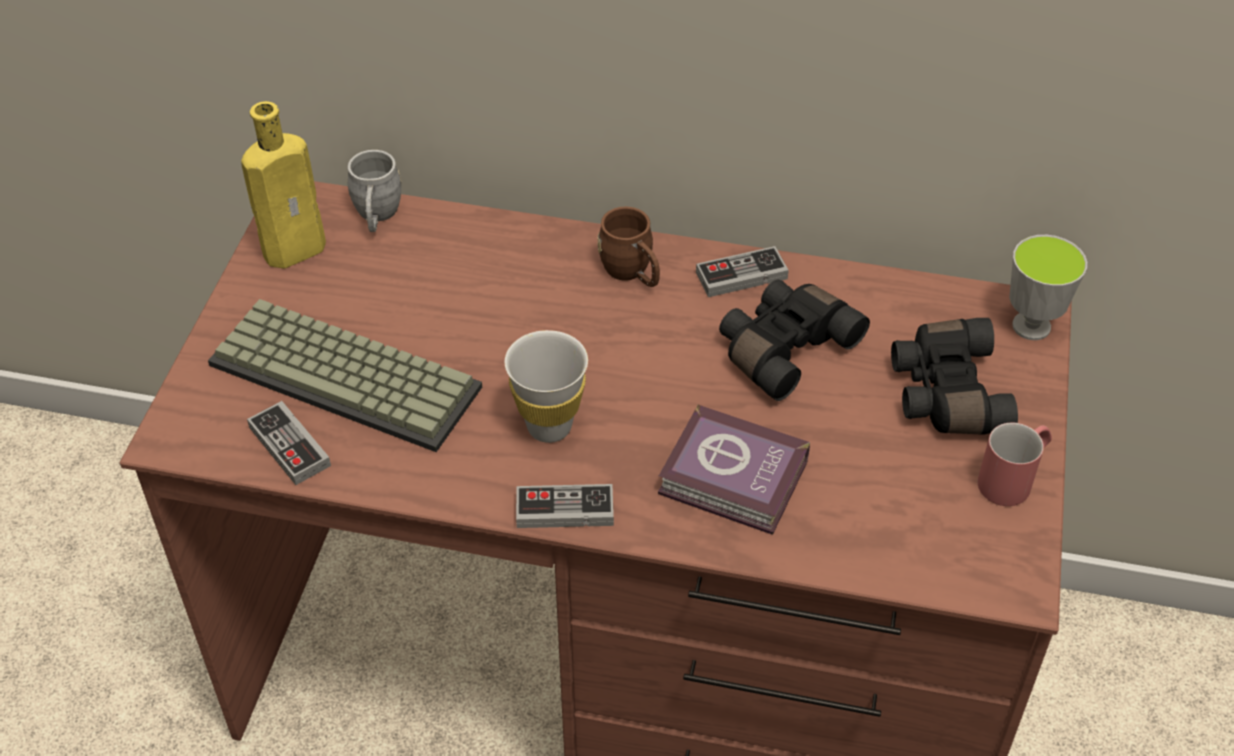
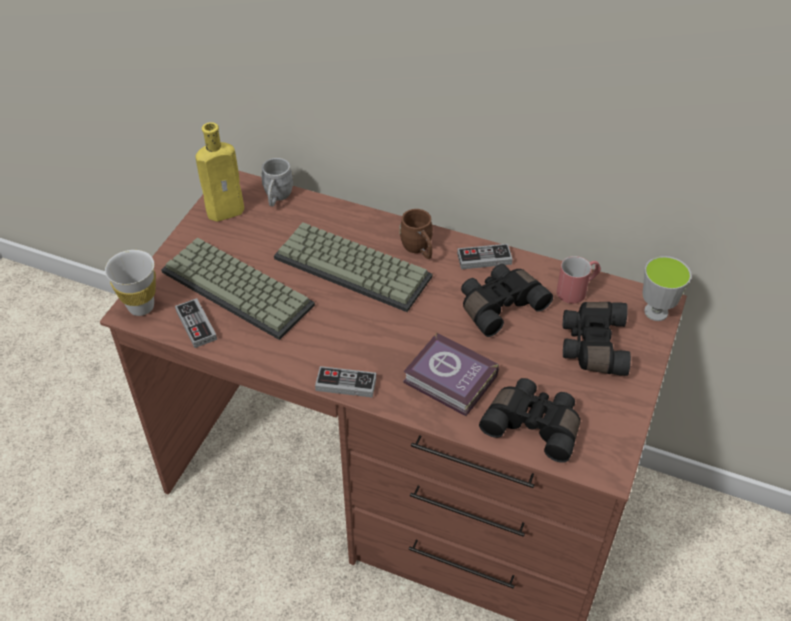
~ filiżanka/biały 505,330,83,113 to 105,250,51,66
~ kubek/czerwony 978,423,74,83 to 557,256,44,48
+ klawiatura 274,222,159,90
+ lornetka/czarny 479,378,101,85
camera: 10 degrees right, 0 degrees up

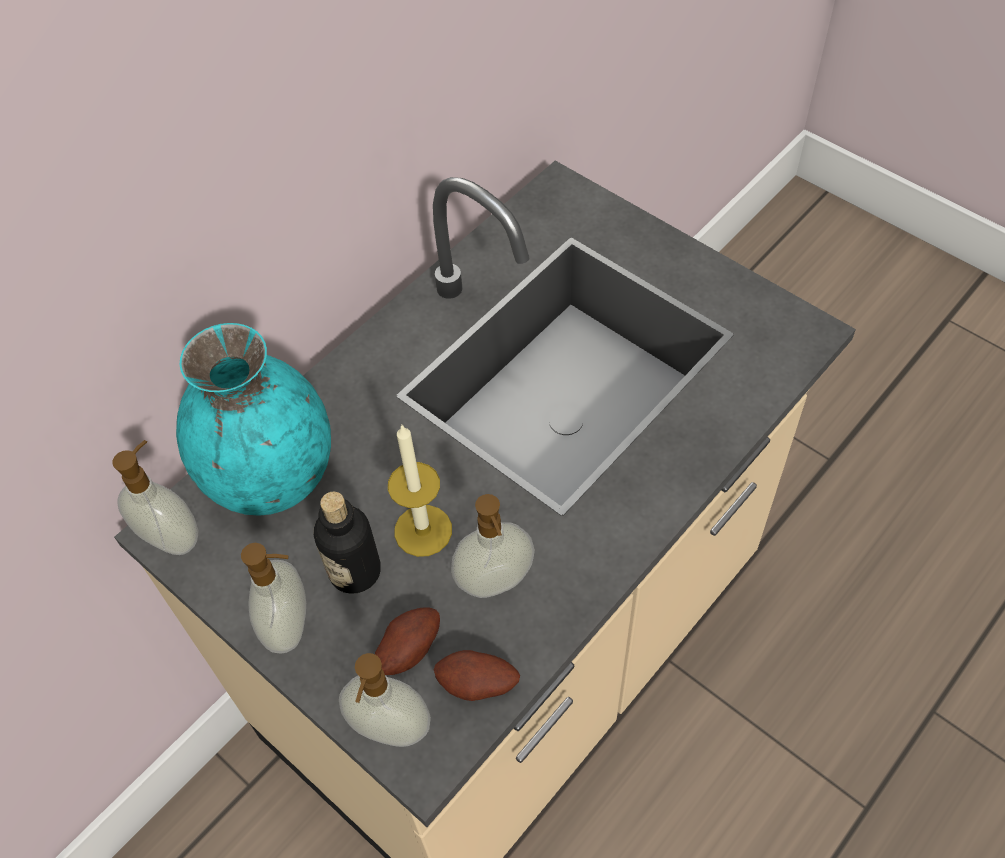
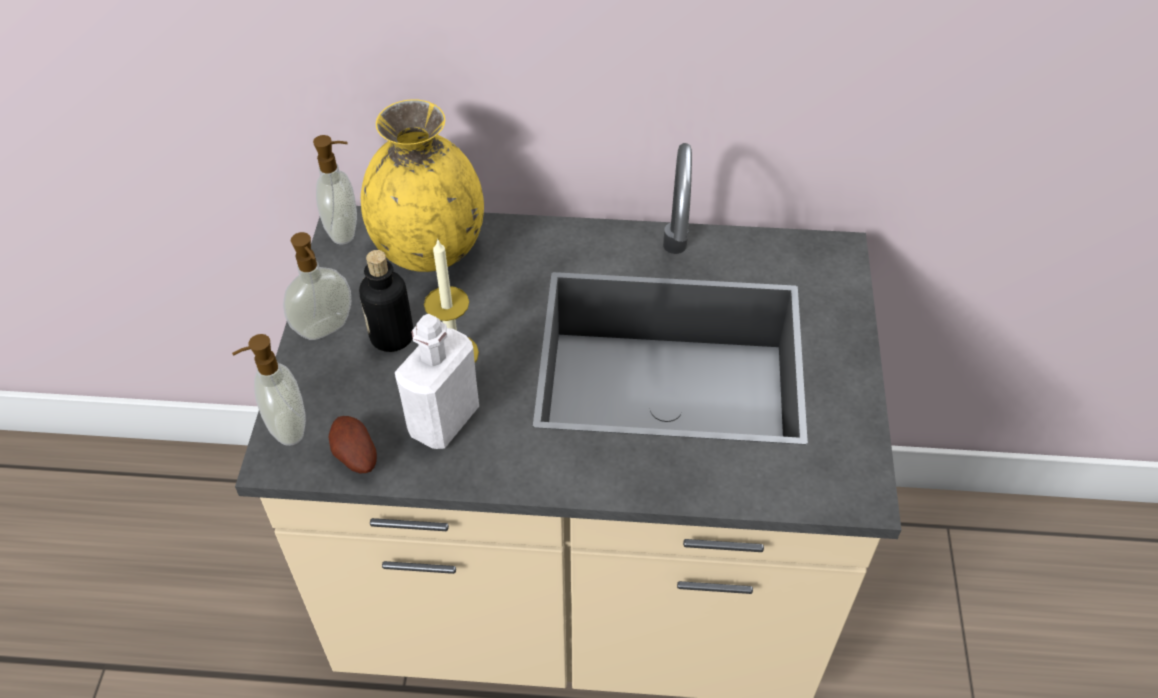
~ wazon/turkusowy 176,323,155,193 to wazon/żółty 361,99,123,173
~ dozownik mydła 451,494,84,104 to butelka/biały 395,314,84,135
- ziemniak 375,608,65,67
camera: 50 degrees right, 5 degrees down

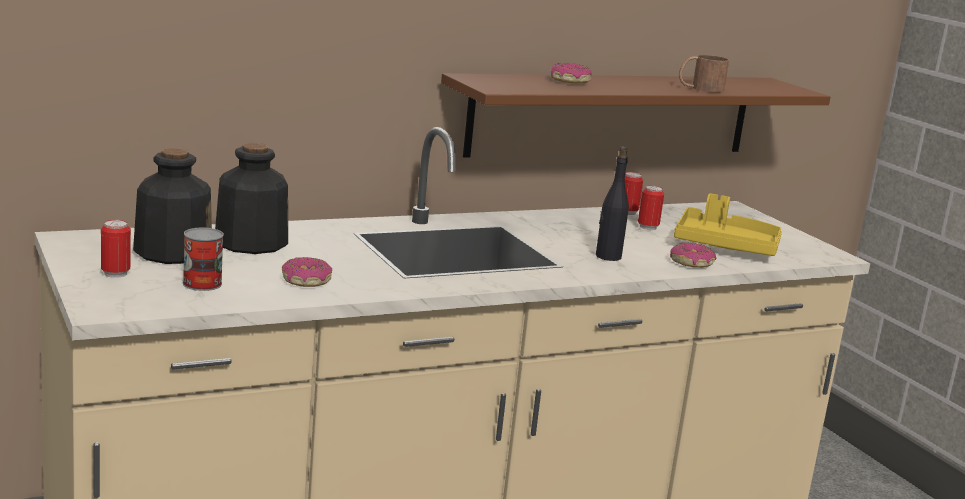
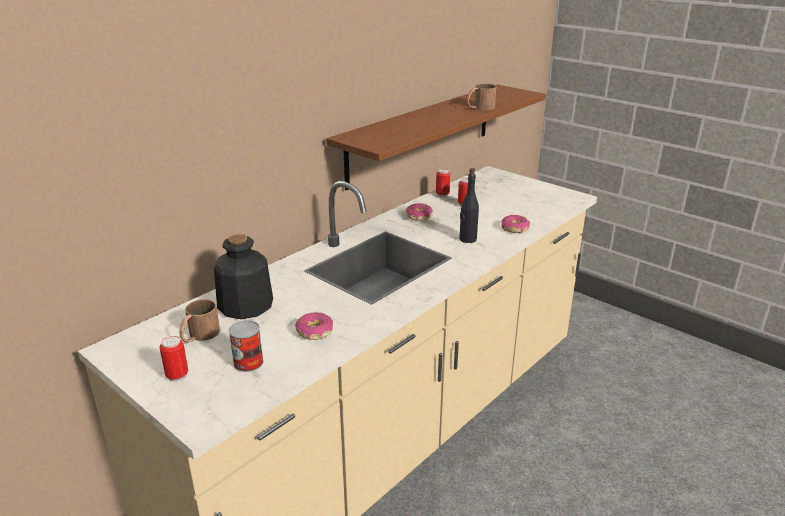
~ donut 551,63,41,21 to 406,203,27,18
~ butelka 133,148,79,116 to kubek/brązowy 180,299,40,44
- taca/żółty 674,193,108,63
camera: 20 degrees left, 10 degrees up

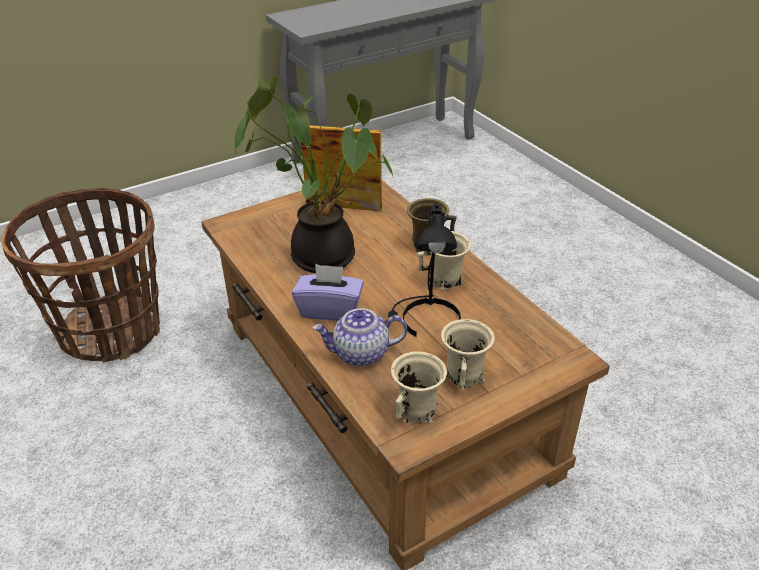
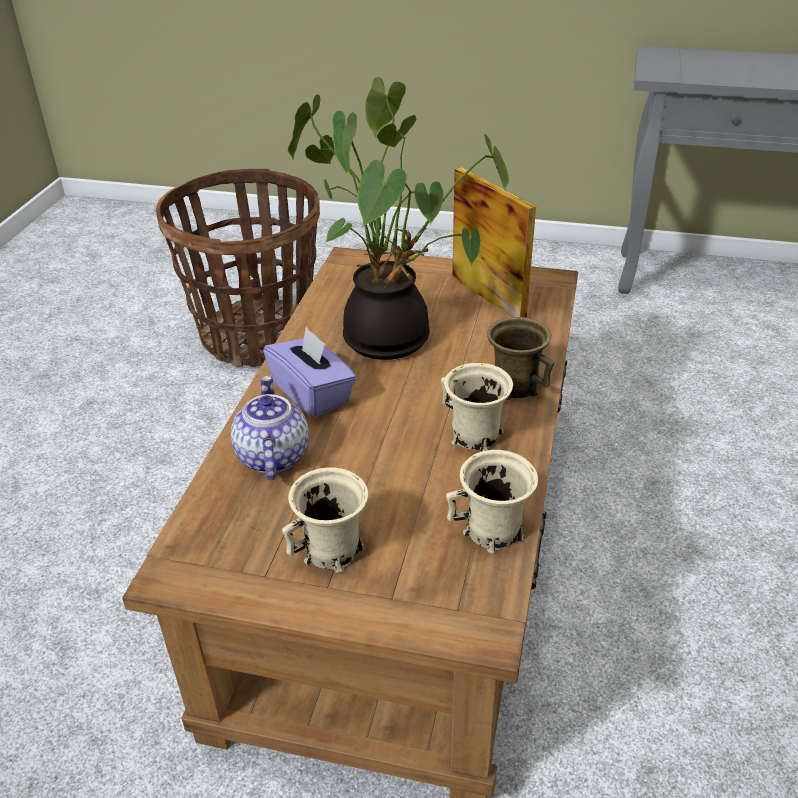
- lampa stołowa/czarny 388,204,73,133
~ imbryk 312,308,95,58 = 231,376,78,104 45 degrees clockwise
~ kubek/beżowy 391,351,56,72 to 446,450,92,103
camera: 45 degrees right, 0 degrees up

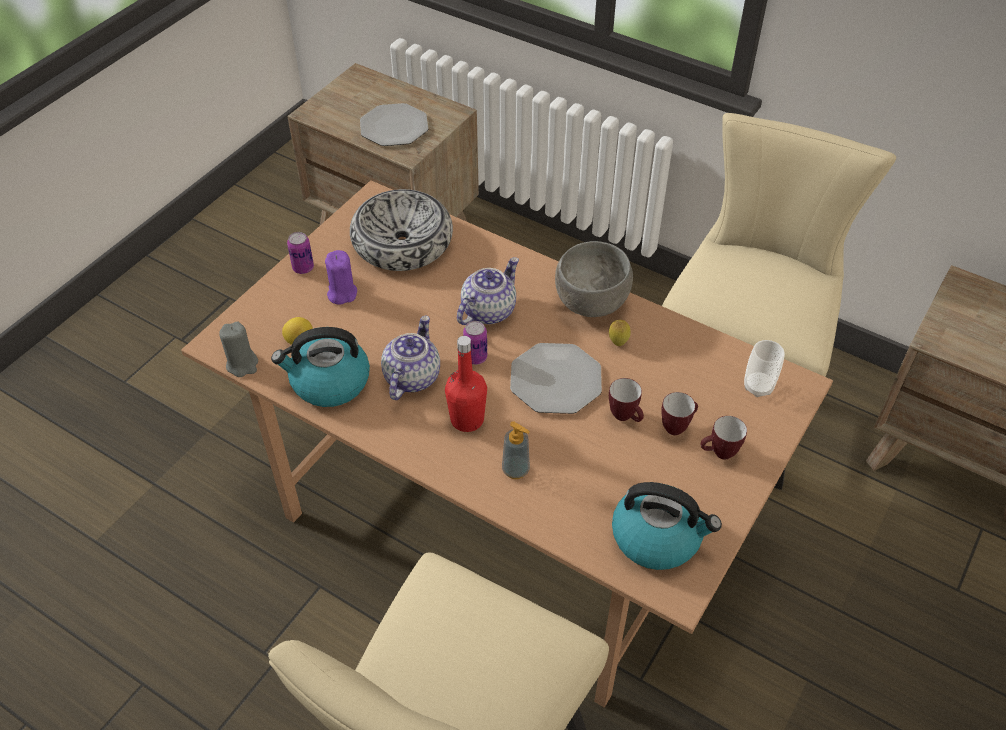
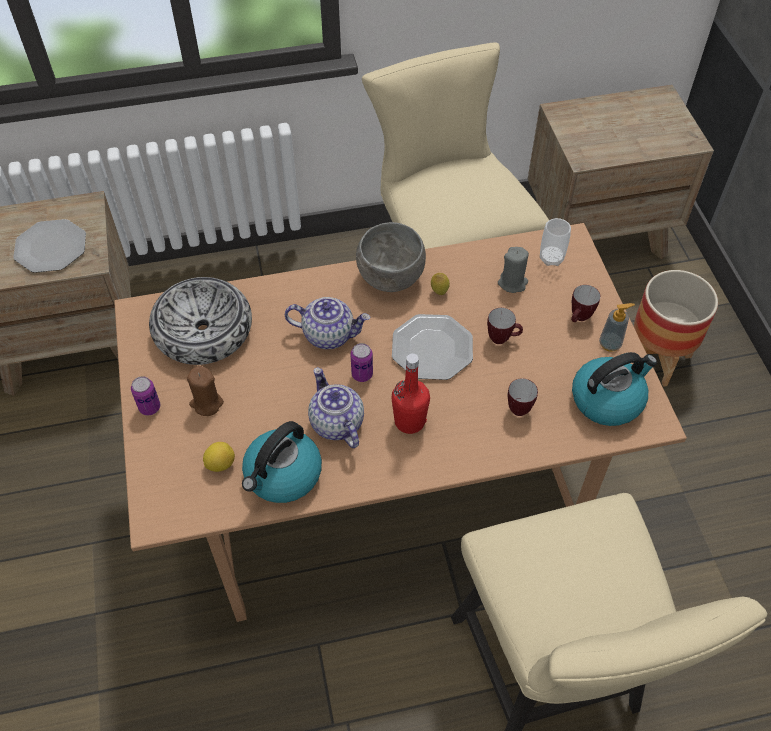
~ świeca/fioletowy 325,250,32,55 to świeca/brązowy 187,366,37,50
~ imbryk 457,257,62,68 = 285,297,85,52 105 degrees clockwise
~ świeca/szary 219,321,39,56 to 498,247,31,46
~ kubek 661,392,37,43 to 508,378,30,38
~ dozownik mydła 502,421,28,58 to 599,303,36,49
+ donica 634,270,84,116
camera: 45 degrees left, 5 degrees up

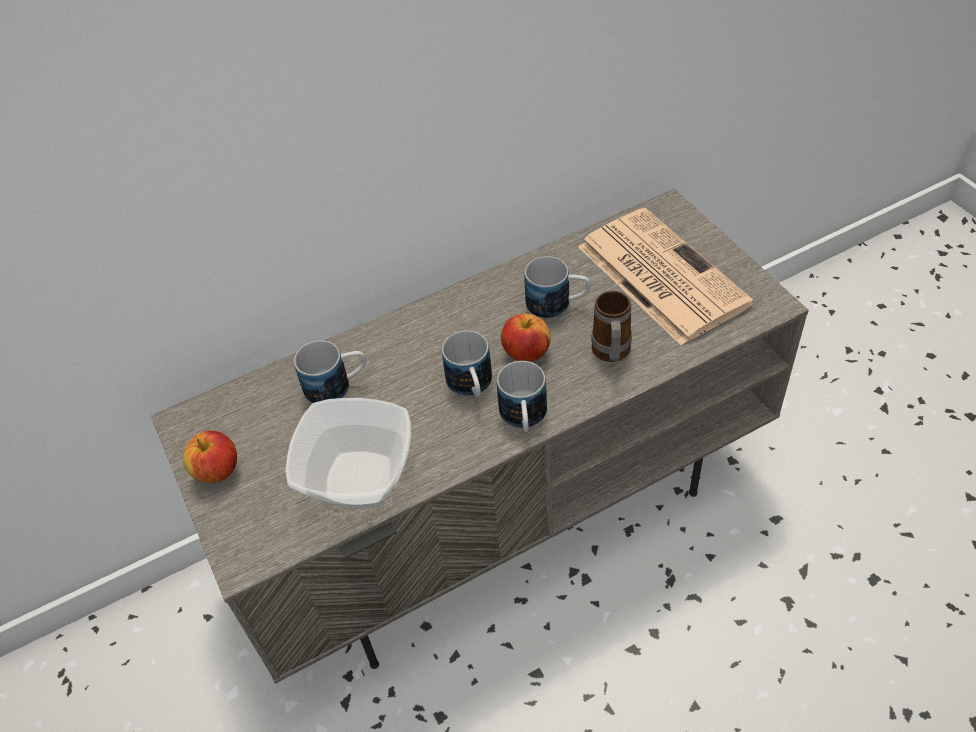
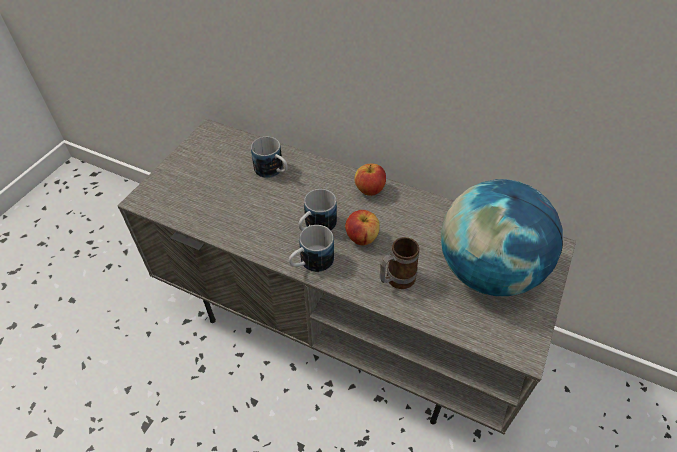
~ gazeta 578,208,176,137 to globus 441,179,122,117
- kubek 524,256,67,63
- miska 285,398,126,111
~ jabłko 183,430,54,53 to 354,163,32,33
camera: 50 degrees right, 0 degrees up

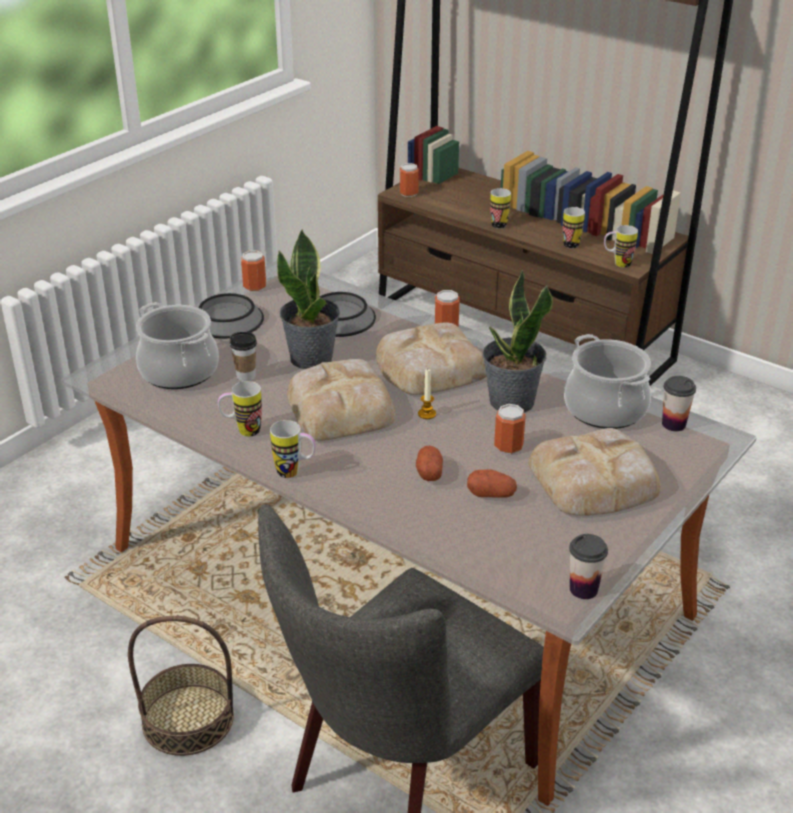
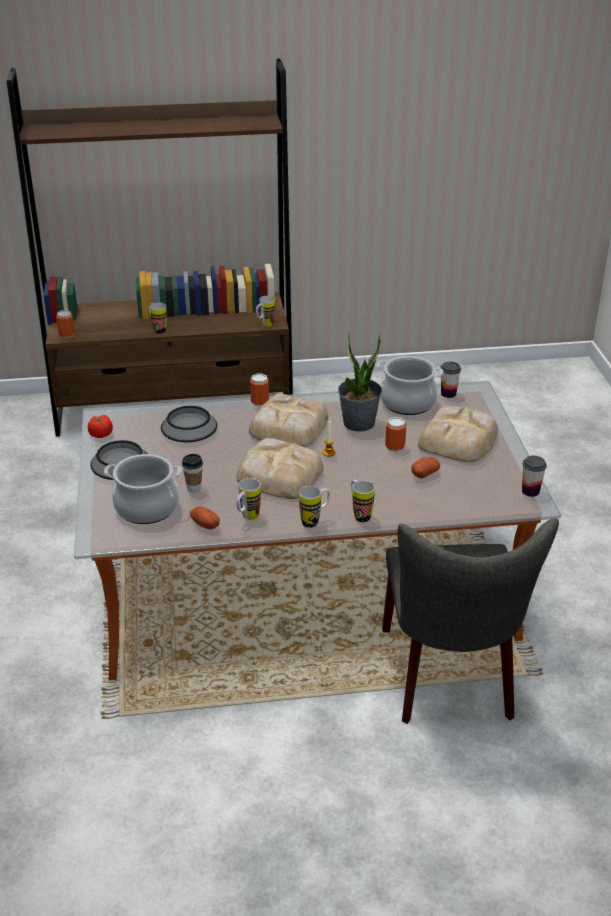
~ kubek 563,207,22,41 to 351,480,24,42
- roślina doniczkowa 277,229,63,140
~ puszka 241,250,25,42 to pomidor 88,415,25,23
~ ziemniak 416,446,27,35 to 190,506,30,23
- koszyk 128,616,106,140
camera: 45 degrees left, 0 degrees up

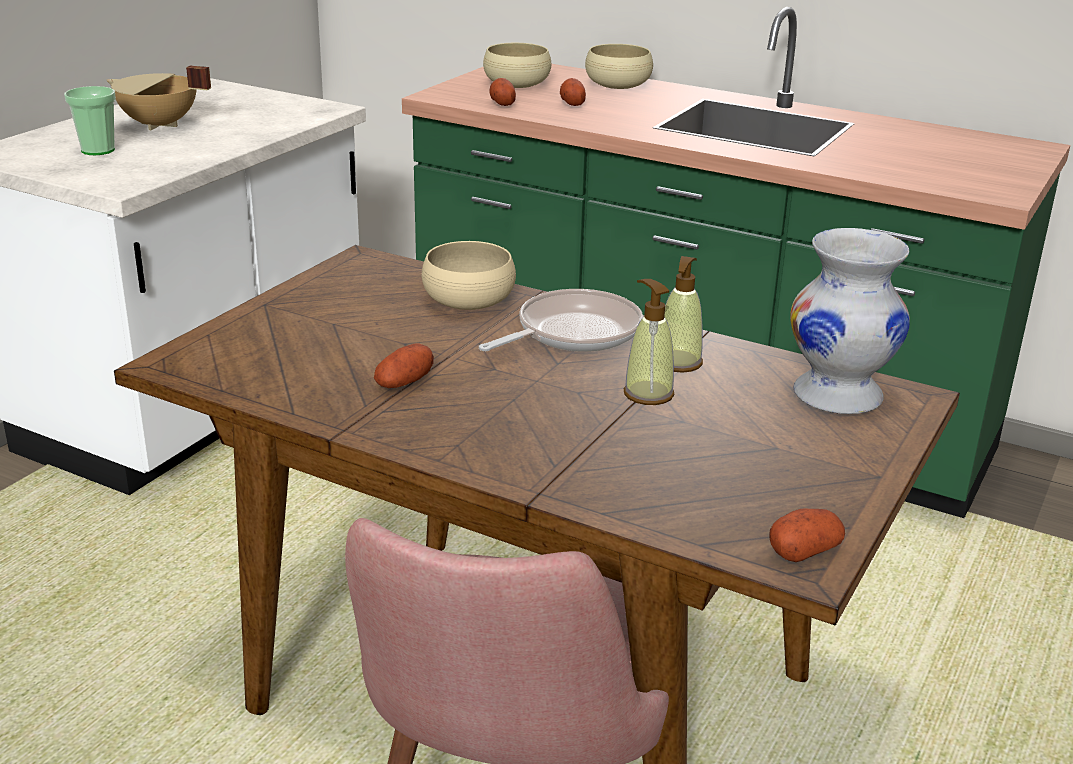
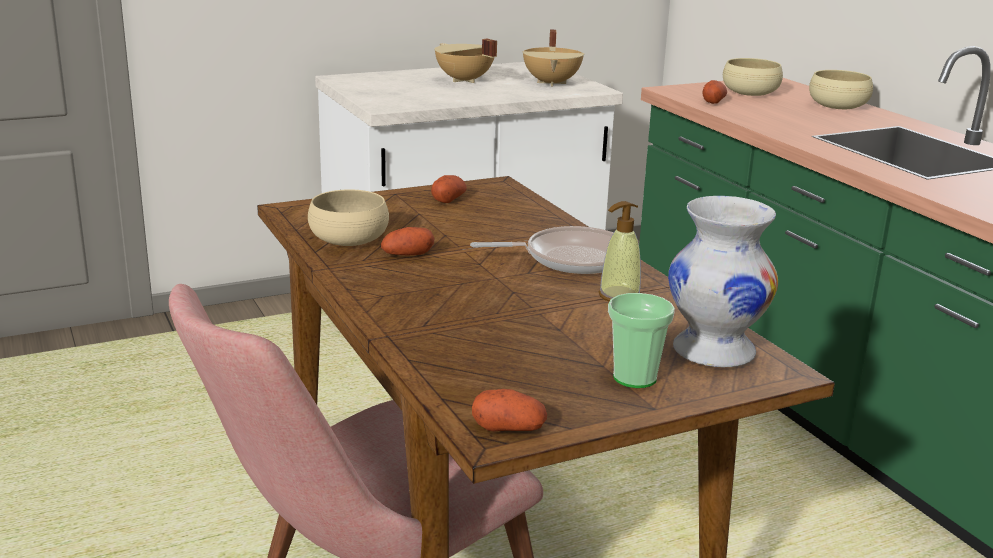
~ ziemniak 560,78,26,28 to 431,175,36,28
~ filiżanka 64,86,52,69 to 608,293,67,95
~ miska/beżowy 422,241,94,69 to 308,190,81,56
- dozownik mydła 624,279,50,126
+ garnek/beżowy 522,30,62,56
camera: 35 degrees right, 5 degrees down

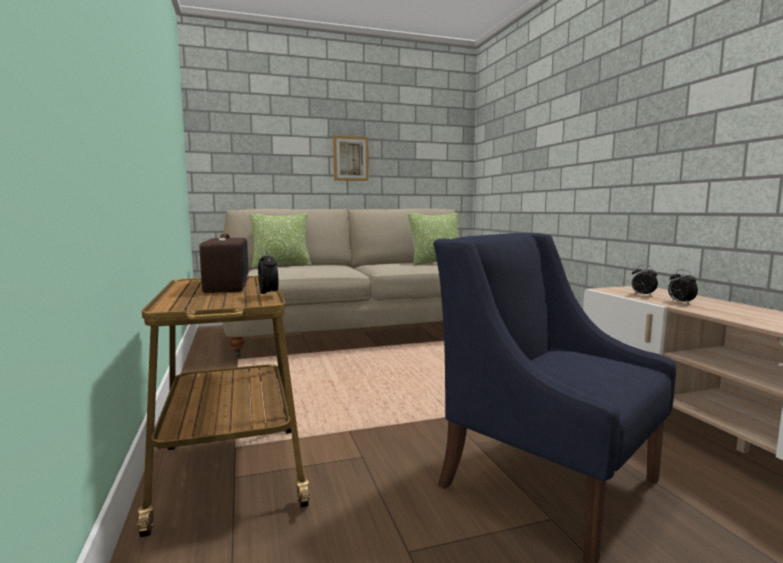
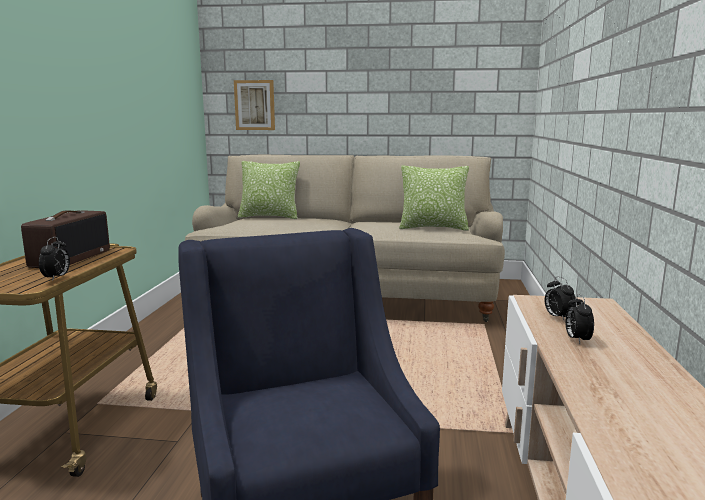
~ obraz 333,136,36,45 to 234,80,41,50
camera: 25 degrees right, 5 degrees up

